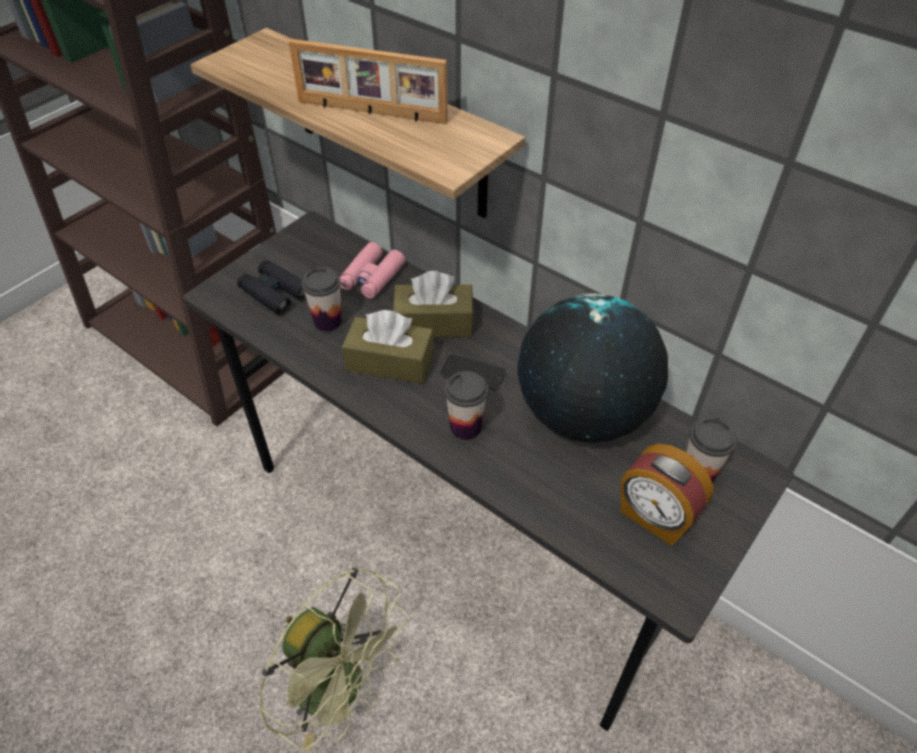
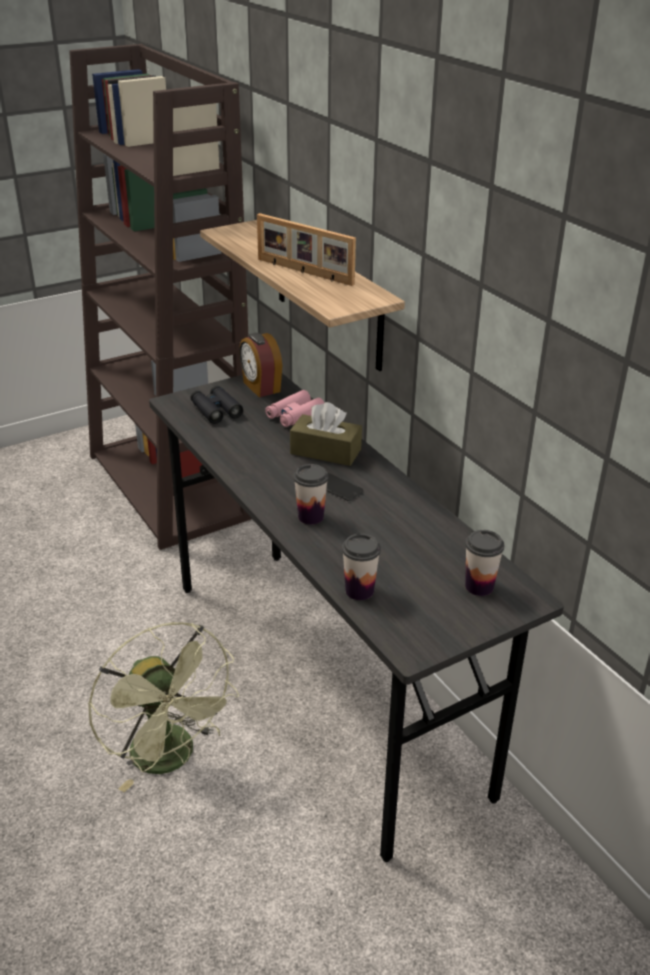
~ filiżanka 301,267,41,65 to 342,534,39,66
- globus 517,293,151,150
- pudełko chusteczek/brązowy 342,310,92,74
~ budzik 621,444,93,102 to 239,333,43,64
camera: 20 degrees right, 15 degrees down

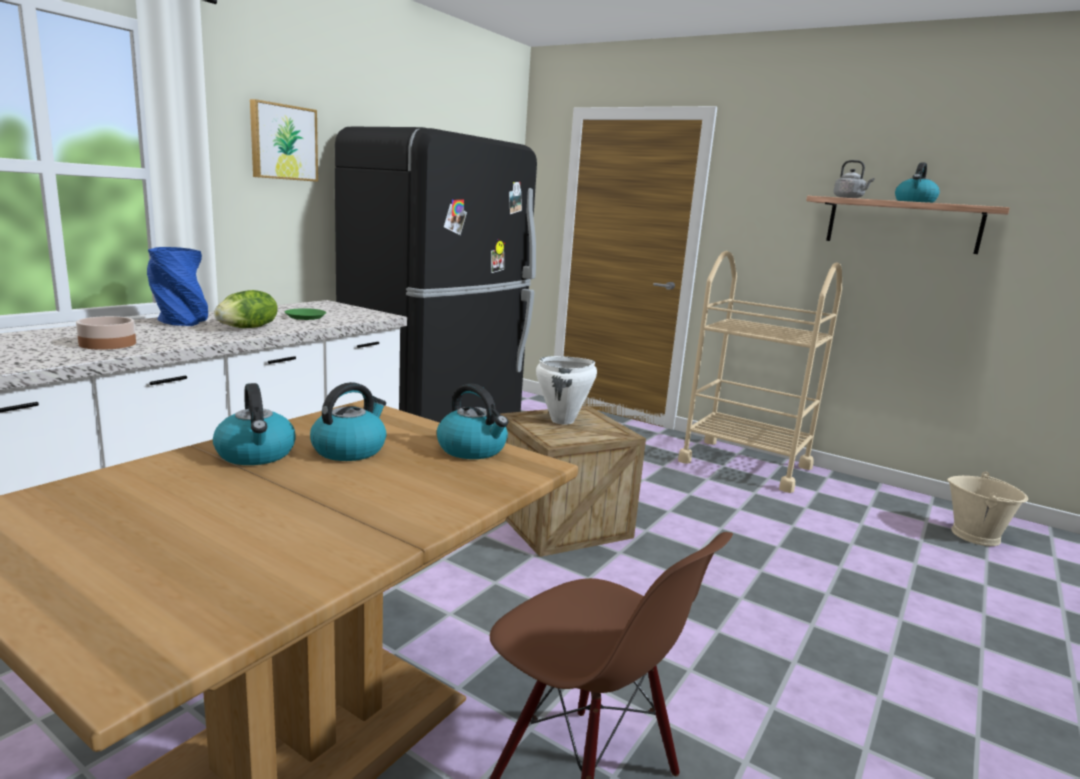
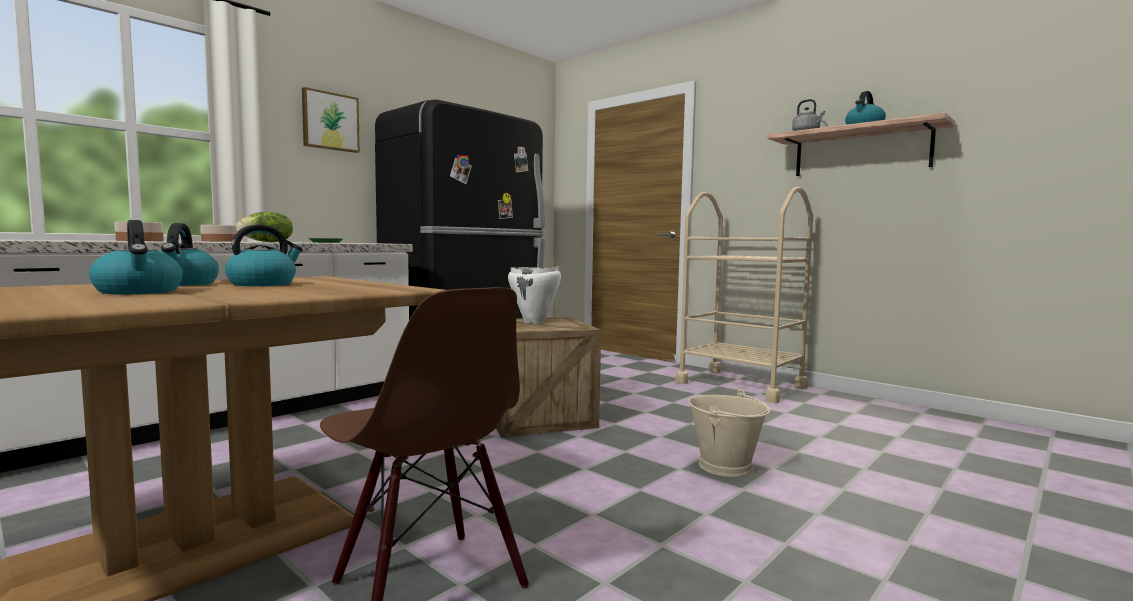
~ wazon/niebieski 147,247,61,79 to miska 200,225,38,17
~ czajnik 437,384,71,75 to 89,220,94,74
~ wiadro/beżowy 947,472,81,74 to 688,389,82,88
camera: 10 degrees right, 10 degrees down

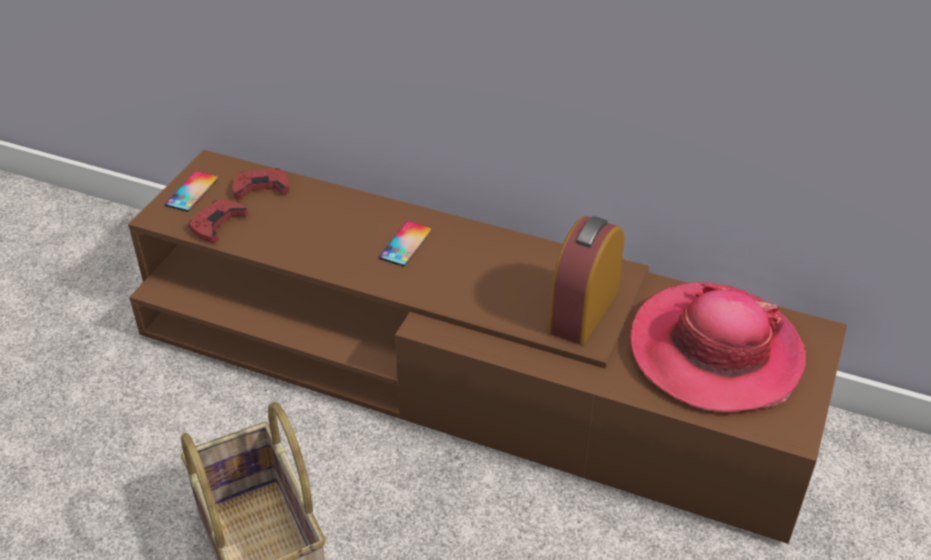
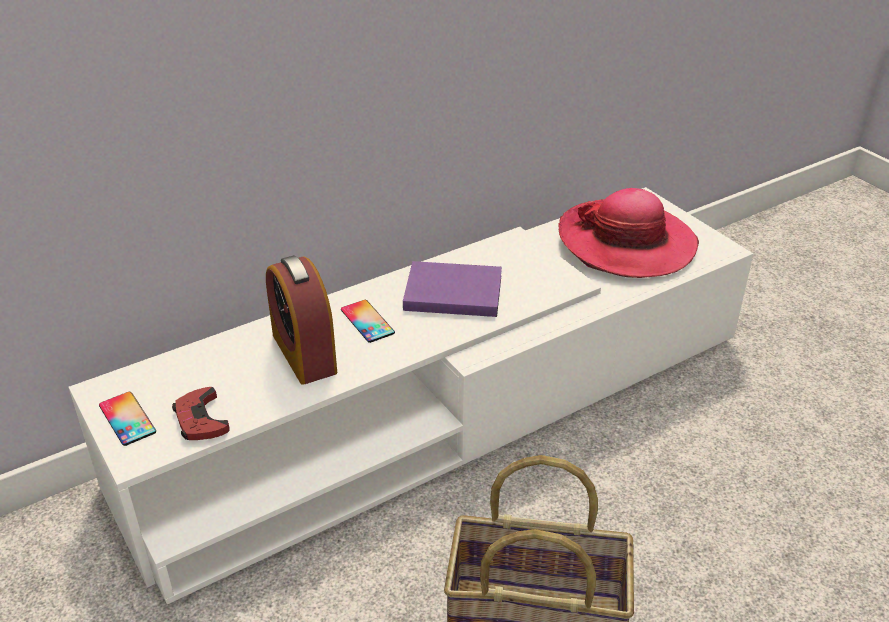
~ szafka pod telewizor/brązowy 128,150,719,394 to szafka pod telewizor/biały 69,187,684,418
- pad do gier/czerwony 232,168,57,32
~ budzik 549,216,75,129 to 266,255,71,130
+ książka/fioletowy 403,261,99,56
camera: 55 degrees left, 5 degrees down

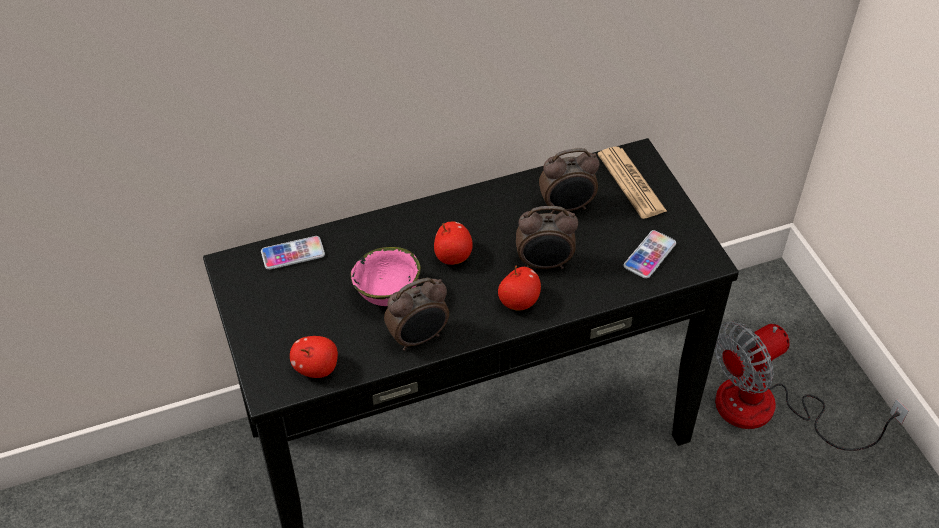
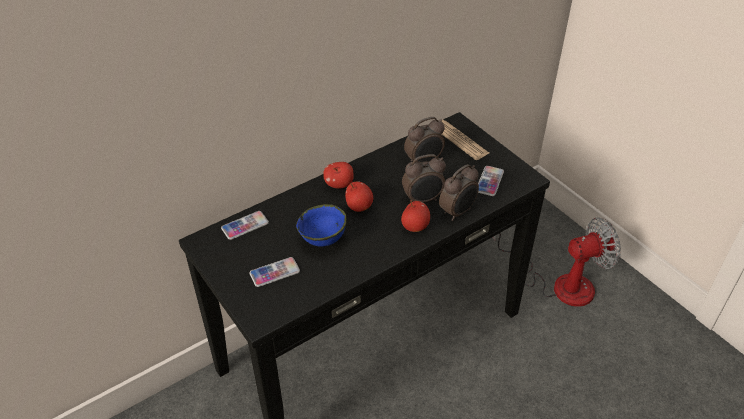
~ miska/różowy 350,247,71,59 to miska/niebieski 296,204,51,43
~ budzik 384,278,65,73 to 439,164,40,57
~ wentylator 714,322,195,129 = 493,218,128,89 150 degrees counterclockwise
~ jabłko 290,336,48,42 to 323,162,31,27
+ telefon 250,257,50,30
camera: 15 degrees left, 5 degrees down

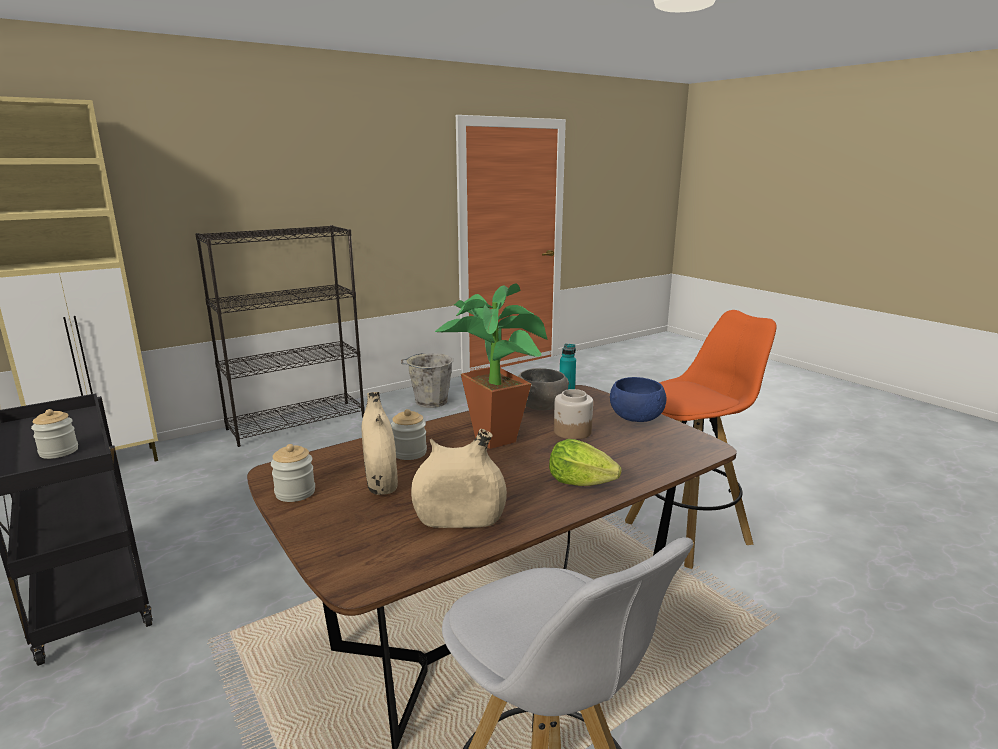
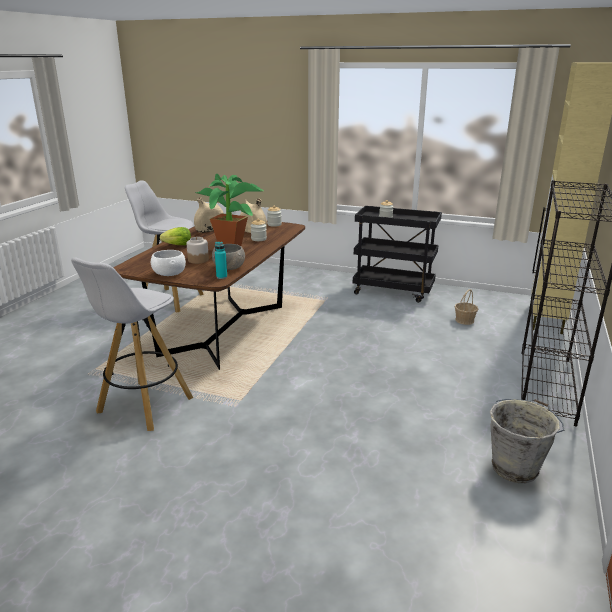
~ stołek/pomarańczowy 625,310,152,259 to stołek/biały 71,258,122,173
~ miska/niebieski 610,377,57,45 to miska/biały 151,250,35,26
+ koszyk 454,289,24,36
camera: 145 degrees right, 5 degrees up

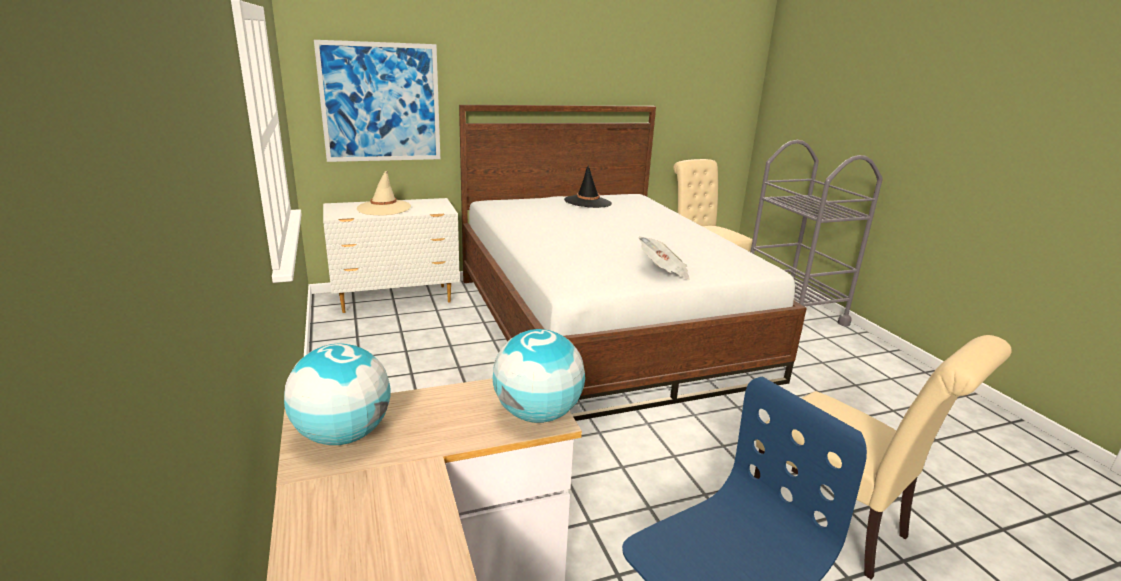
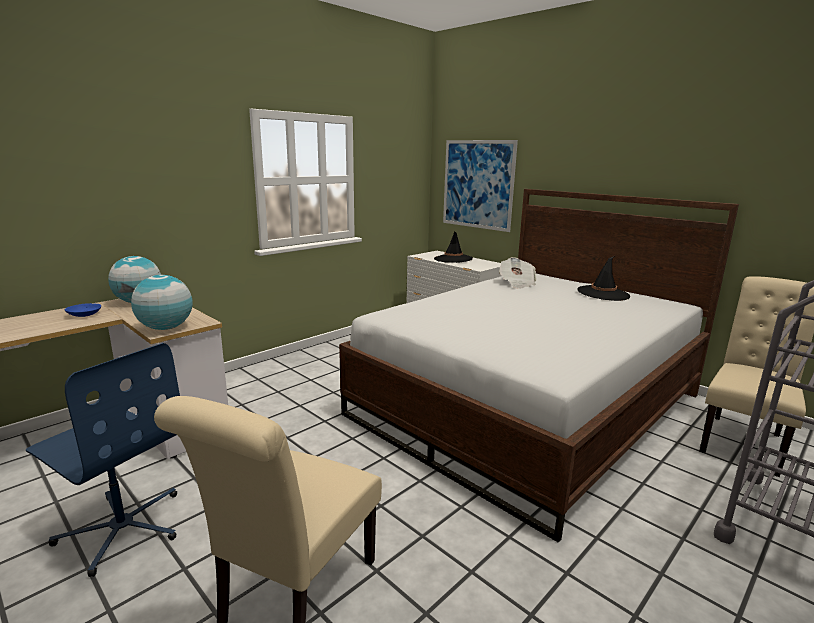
~ kapelusz/beżowy 357,171,54,45 to kapelusz/czarny 434,231,39,32
~ gazeta 638,236,52,43 to 499,257,37,32
+ miska/niebieski 65,303,36,14
camera: 65 degrees right, 5 degrees down

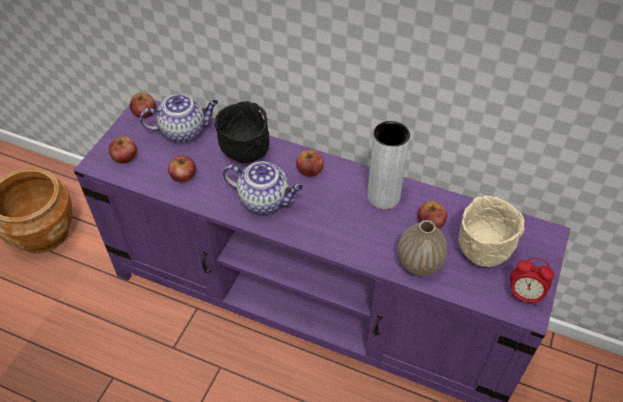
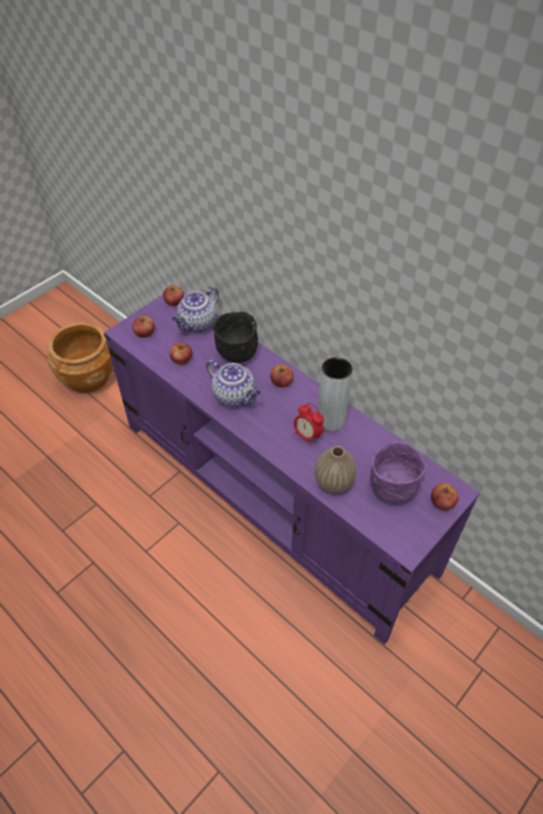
~ imbryk 140,94,78,49 = 172,286,47,46 120 degrees clockwise
~ miska/beżowy 458,196,67,71 to miska/fioletowy 370,441,57,62
~ jabłko 418,201,29,28 to 431,483,28,27
~ budzik 509,258,46,49 to 294,403,30,42
camera: 20 degrees right, 0 degrees up

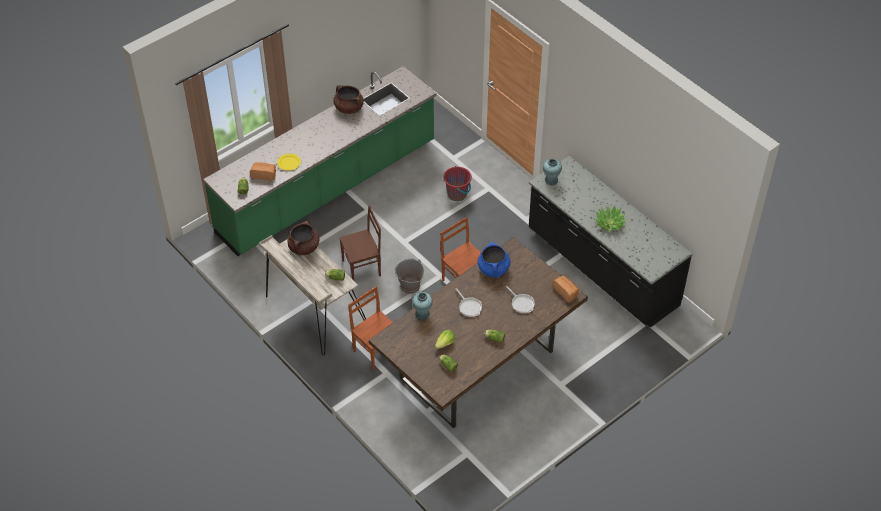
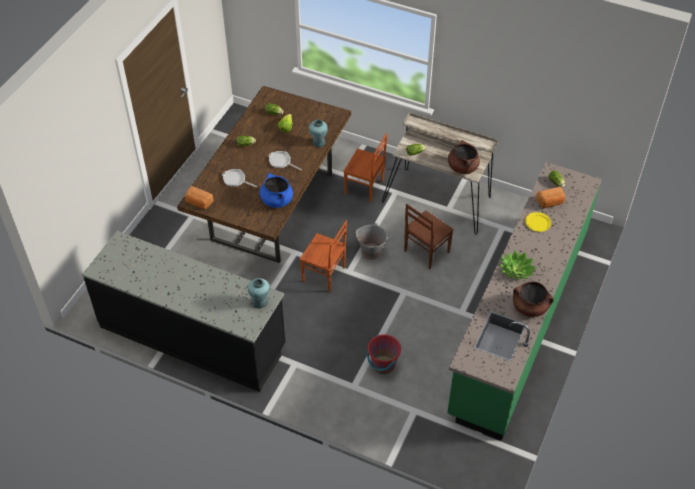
~ roślina doniczkowa 594,205,34,26 to 499,250,37,30
camera: 155 degrees right, 0 degrees up

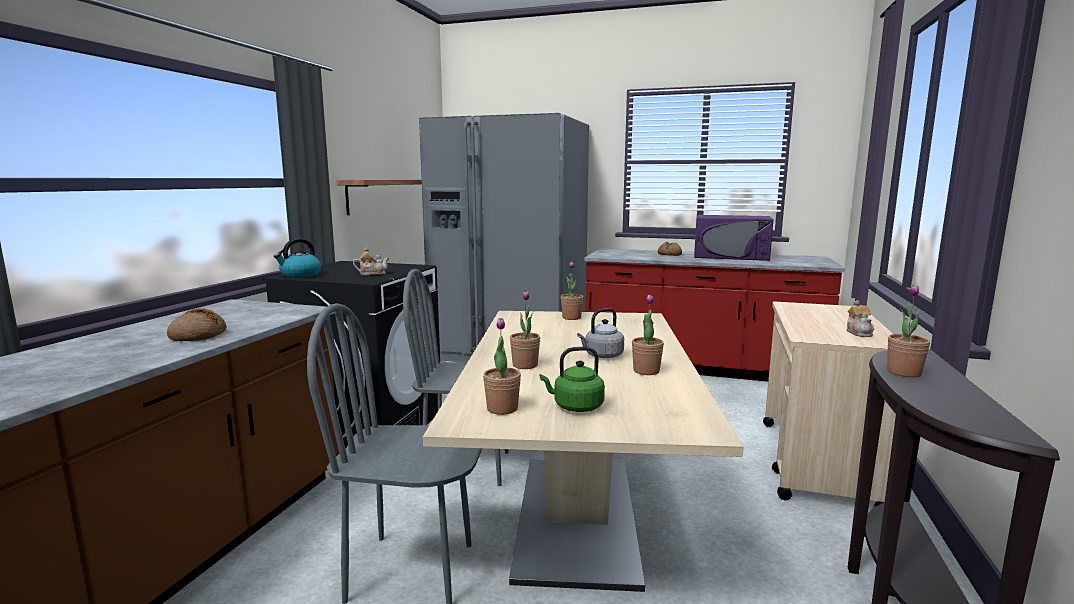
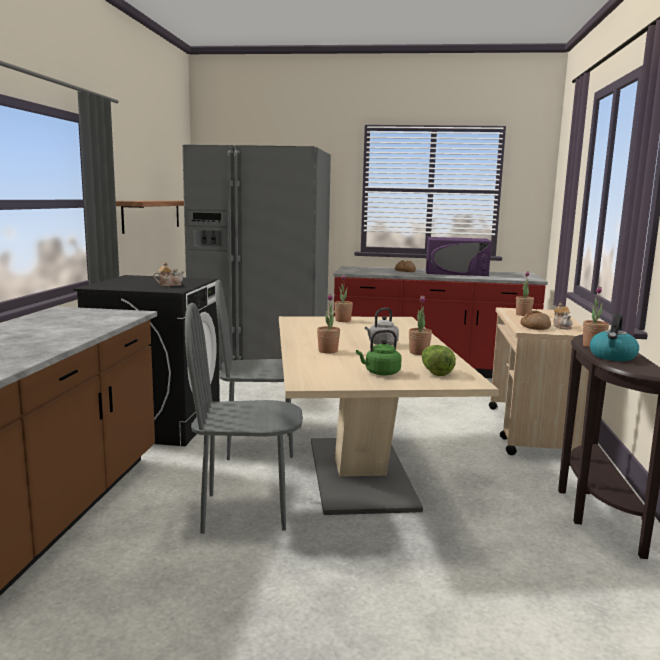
~ czajnik 274,238,47,40 to 590,314,49,47
~ chleb 167,308,60,33 to 520,311,31,19
~ roślina doniczkowa 483,318,38,97 to 516,271,18,45
+ sałata 422,345,34,31
camera: 10 degrees left, 0 degrees up

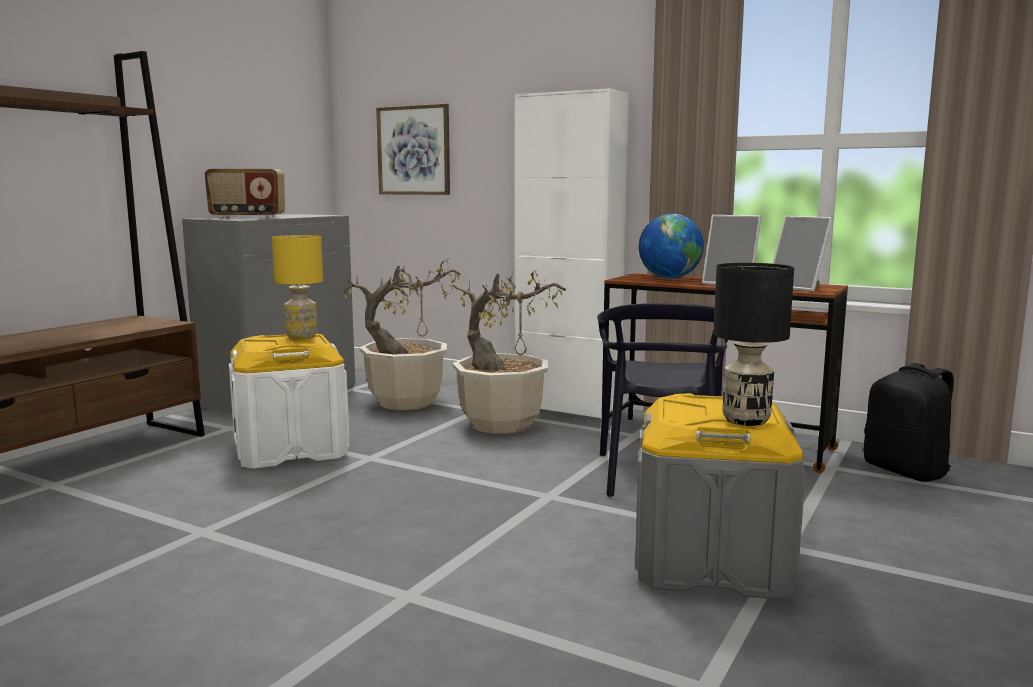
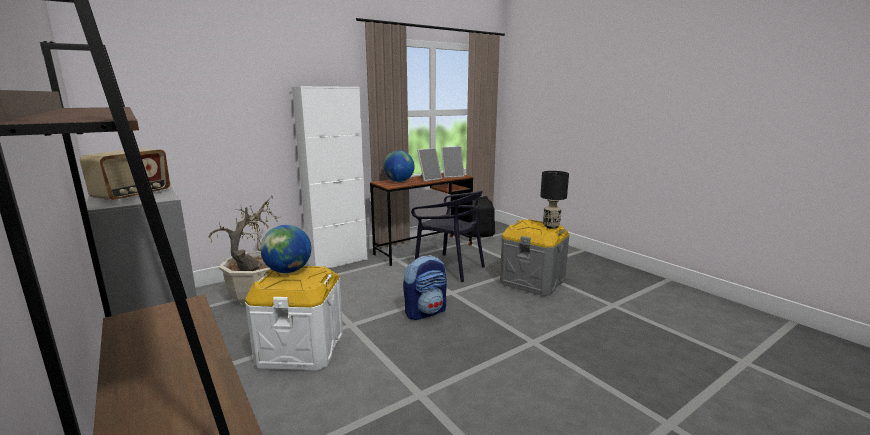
- obraz 376,104,74,91
~ lampa stołowa/żółty 272,235,51,105 to globus 260,225,51,48
- roślina doniczkowa 452,270,114,164
+ plecak 403,255,44,65
camera: 65 degrees left, 5 degrees up

